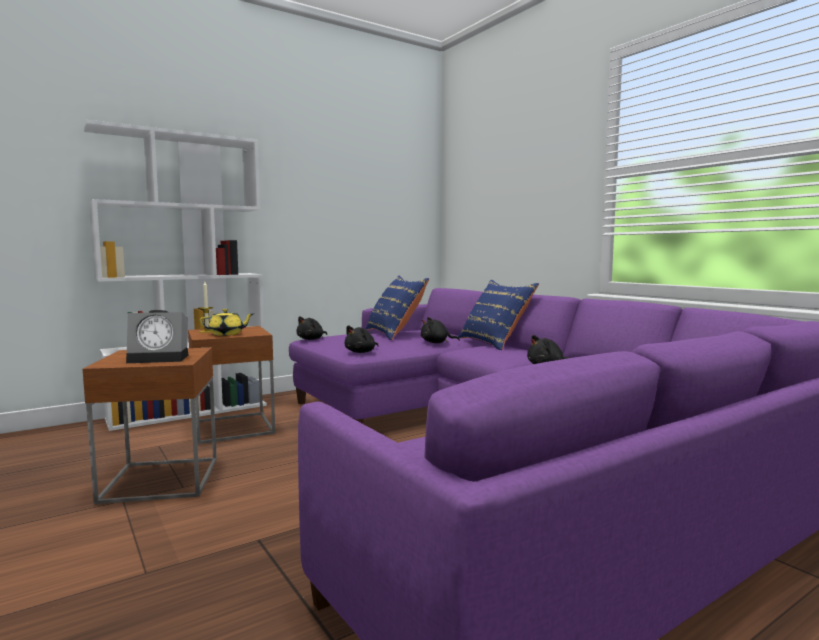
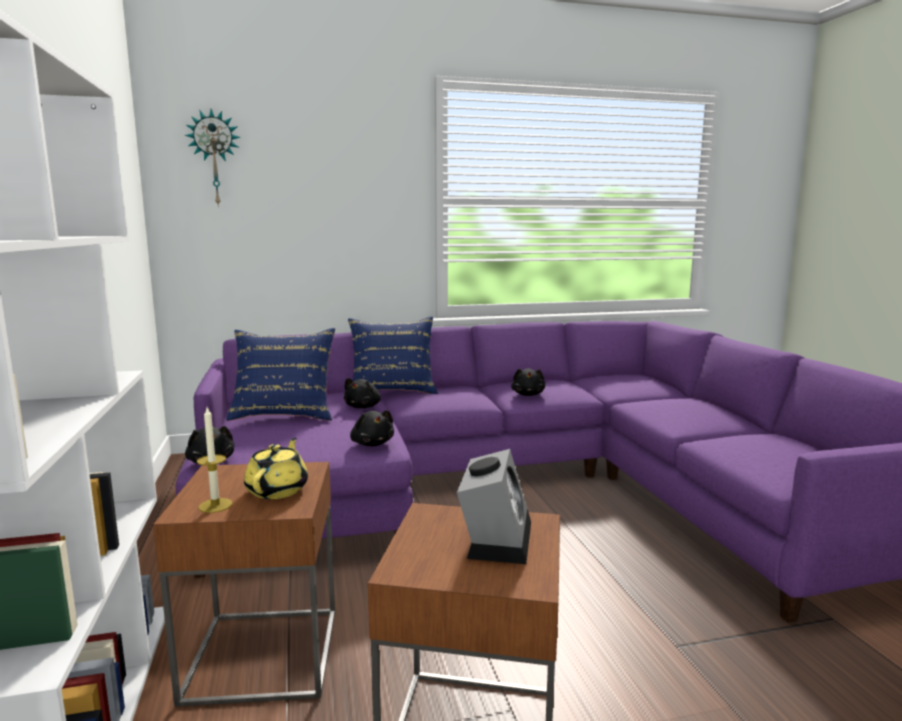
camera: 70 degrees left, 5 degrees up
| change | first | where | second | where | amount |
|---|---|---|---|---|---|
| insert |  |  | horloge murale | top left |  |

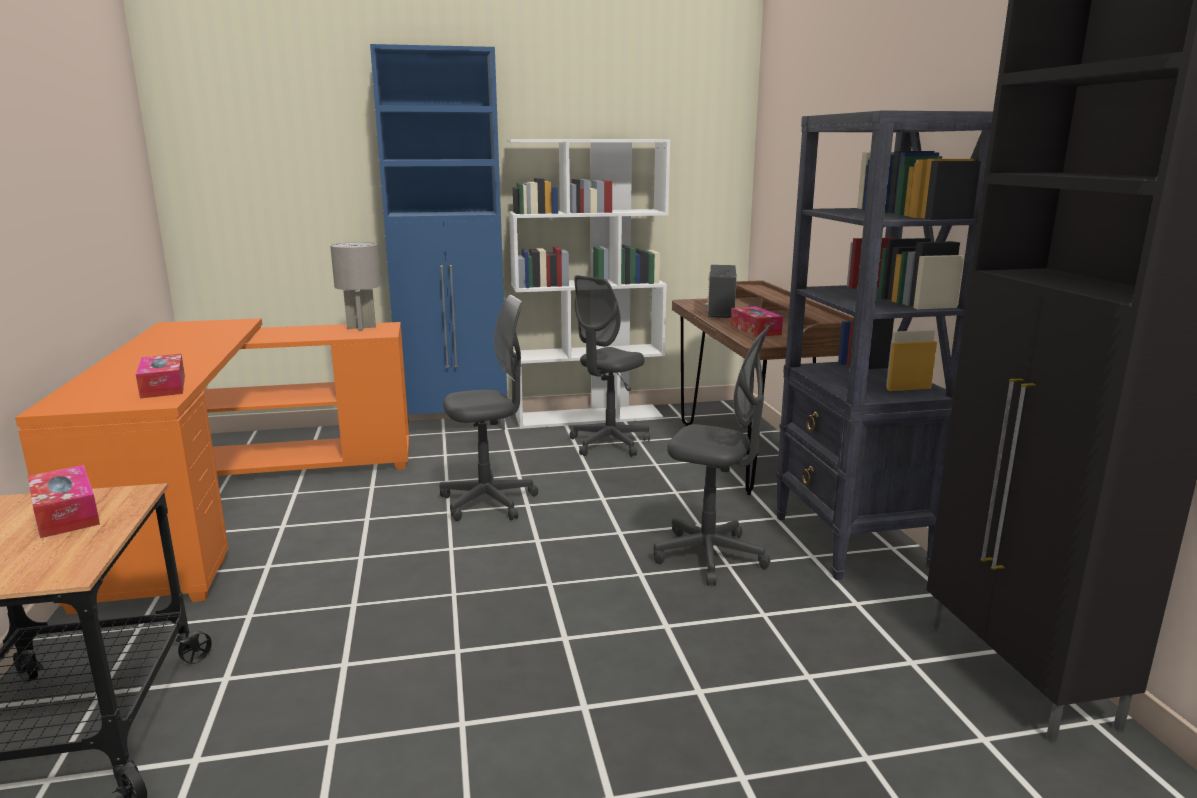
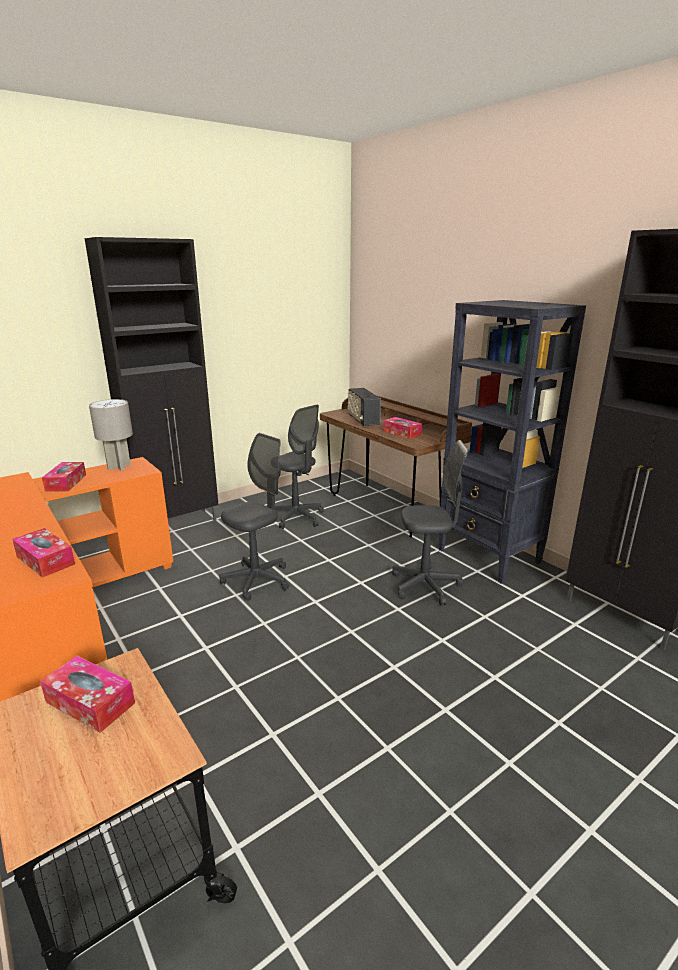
camera: 25 degrees left, 5 degrees up
| change | first | where | second | where | amount |
|---|---|---|---|---|---|
| insert |  |  | boîte à mouchoirs (2nd from left) | middle left |  |
| recolor | meuble de rangement (bleu) | top centre | meuble de rangement (noir) (1st from left) | middle left |  |
| rotate | chaise de bureau (gris) (2nd from left) | centre |  | centre | 60 degrees counterclockwise |
| delete | bibliothèque (blanc) | centre |  |  |  |

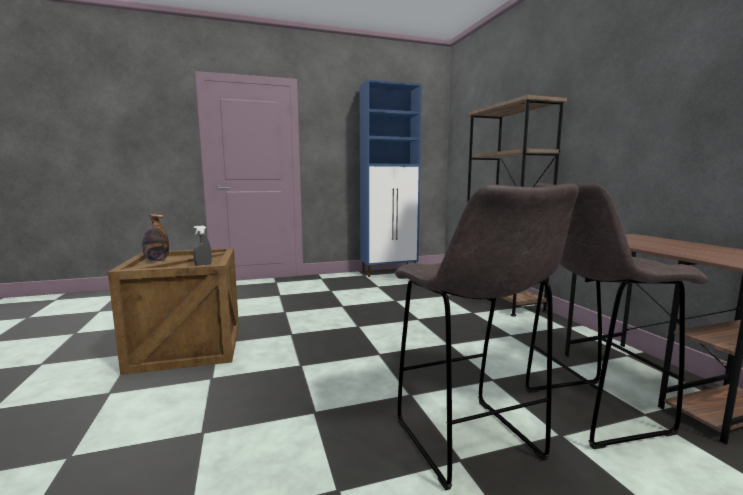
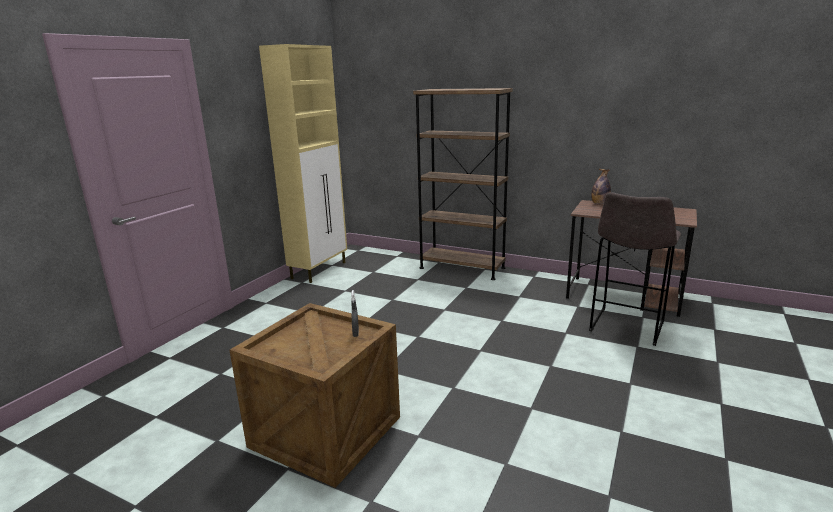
camera: 45 degrees left, 10 degrees up
| change | first | where | second | where | amount |
|---|---|---|---|---|---|
| recolor | meuble de rangement (bleu) | centre | meuble de rangement (beige) | top centre |  |
| move | bouteille | middle left |  | middle right |  |
| delete | tabouret (gris) (1st from left) | bottom centre |  |  |  |

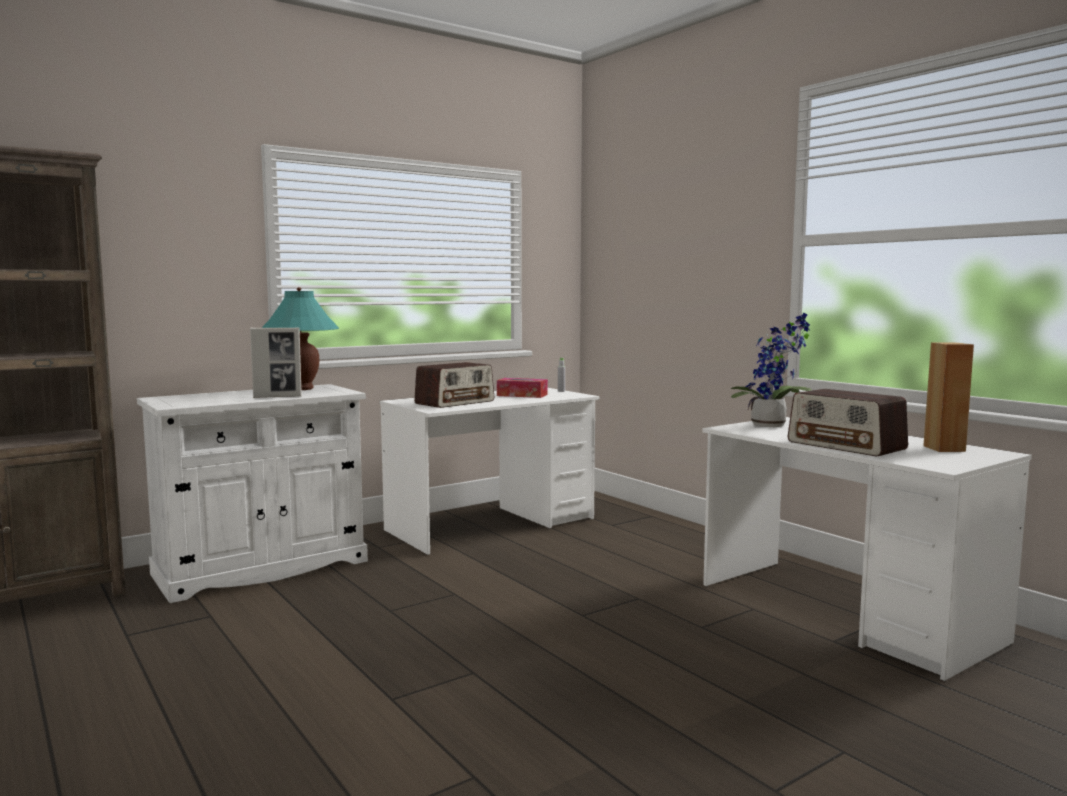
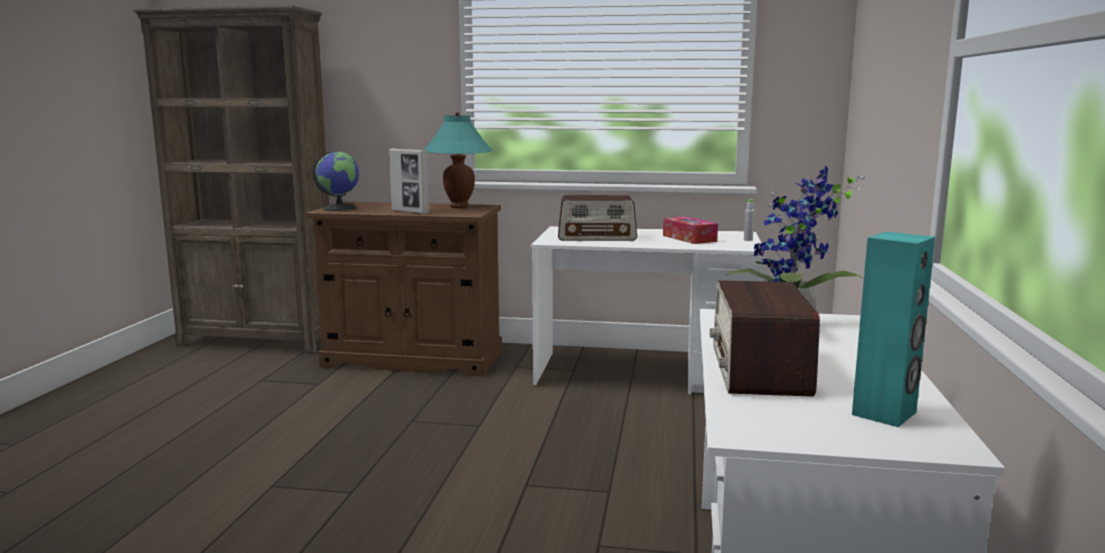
camera: 45 degrees right, 5 degrees up
| change | first | where | second | where | amount |
|---|---|---|---|---|---|
| recolor | meuble de rangement (blanc) | middle left | meuble de rangement (marron) | centre |  |
| insert |  |  | globe | top left |  |
| recolor | enceinte (marron) | middle right | enceinte (turquoise) | middle right |  |

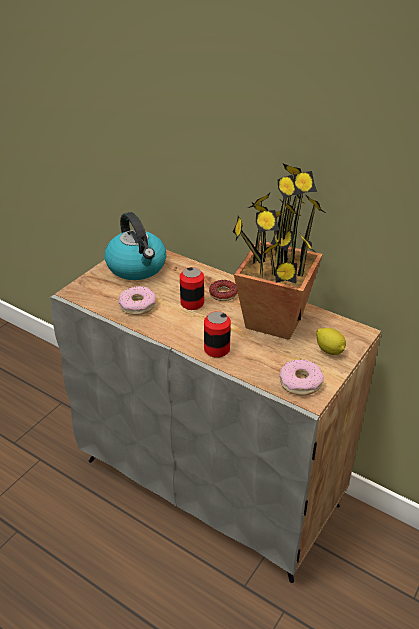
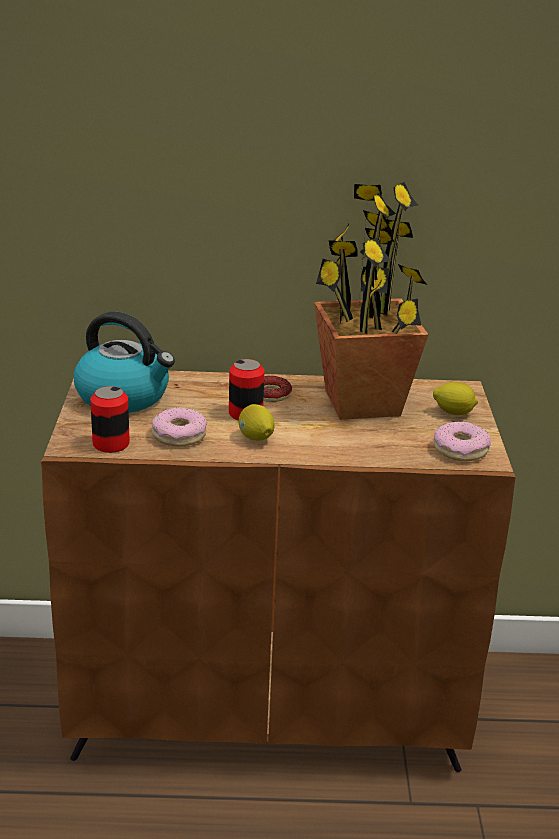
camera: 35 degrees left, 10 degrees down
| change | first | where | second | where | amount |
|---|---|---|---|---|---|
| recolor | meuble de rangement (gris) | centre | meuble de rangement (marron) | bottom centre |  |
| move | boîte métallique (2nd from left in the first image) | centre | boîte métallique (1st from left) | middle left |  |
| insert |  |  | citron (1st from left) | centre |  |

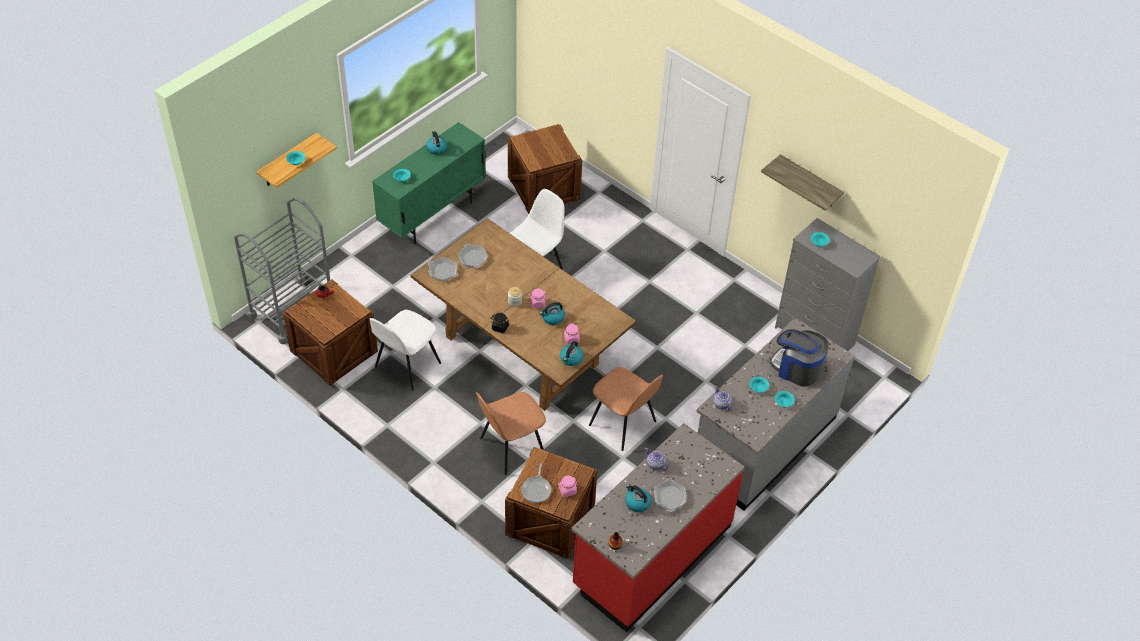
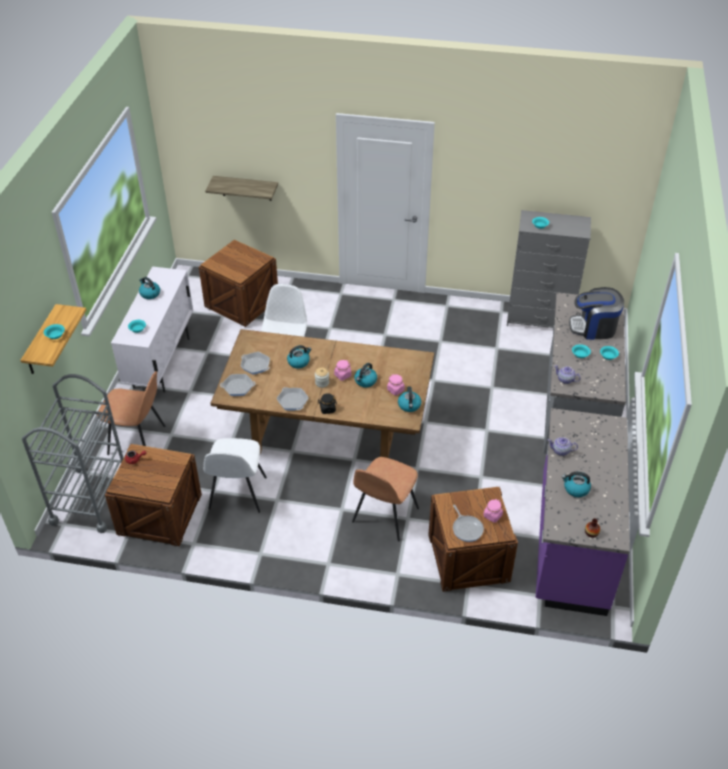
camera: 30 degrees left, 5 degrees down
| change | first | where | second | where | amount |
|---|---|---|---|---|---|
| move | chaise (marron) (2nd from left in the first image) | centre | chaise (marron) (1st from left) | middle left |  |
| recolor | meuble de rangement (vert) | top centre | meuble de rangement (blanc) | middle left |  |
| move | étagère (2nd from left) | top right |  | top left |  |
| move | poêle (4th from left in the first image) | bottom centre | poêle (3rd from left) | centre |  |
| insert |  |  | bouilloire (2nd from left) | centre |  |
| recolor | comptoir de cuisine (rouge) | bottom centre | comptoir de cuisine (violet) | middle right |  |

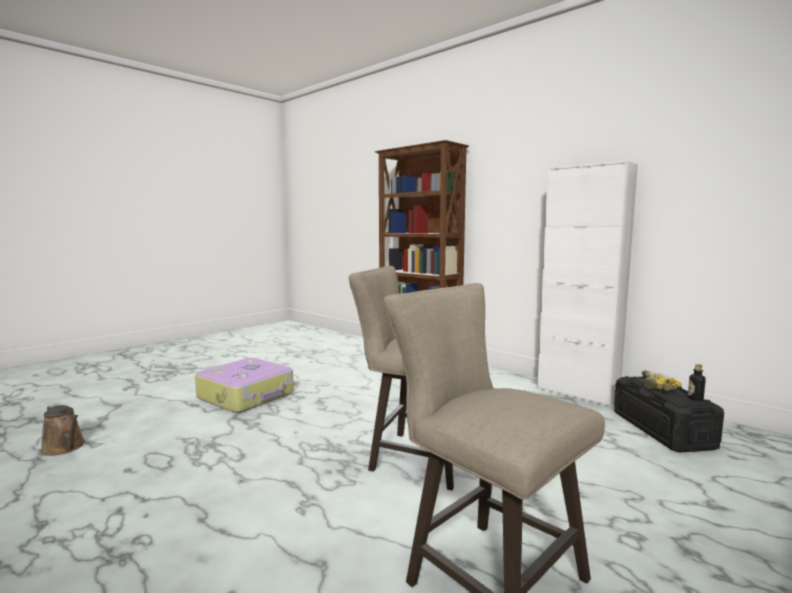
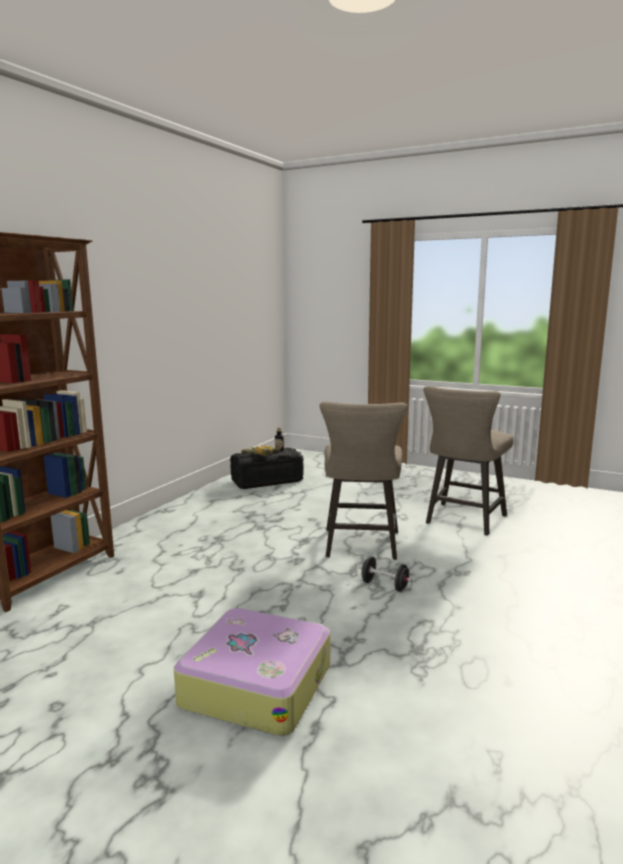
camera: 105 degrees left, 5 degrees up
| change | first | where | second | where | amount |
|---|---|---|---|---|---|
| insert |  |  | haltère (noir) | centre |  |
| delete | arrosoir (marron) | bottom left |  |  |  |
| delete | meuble de rangement (blanc) | middle right |  |  |  |

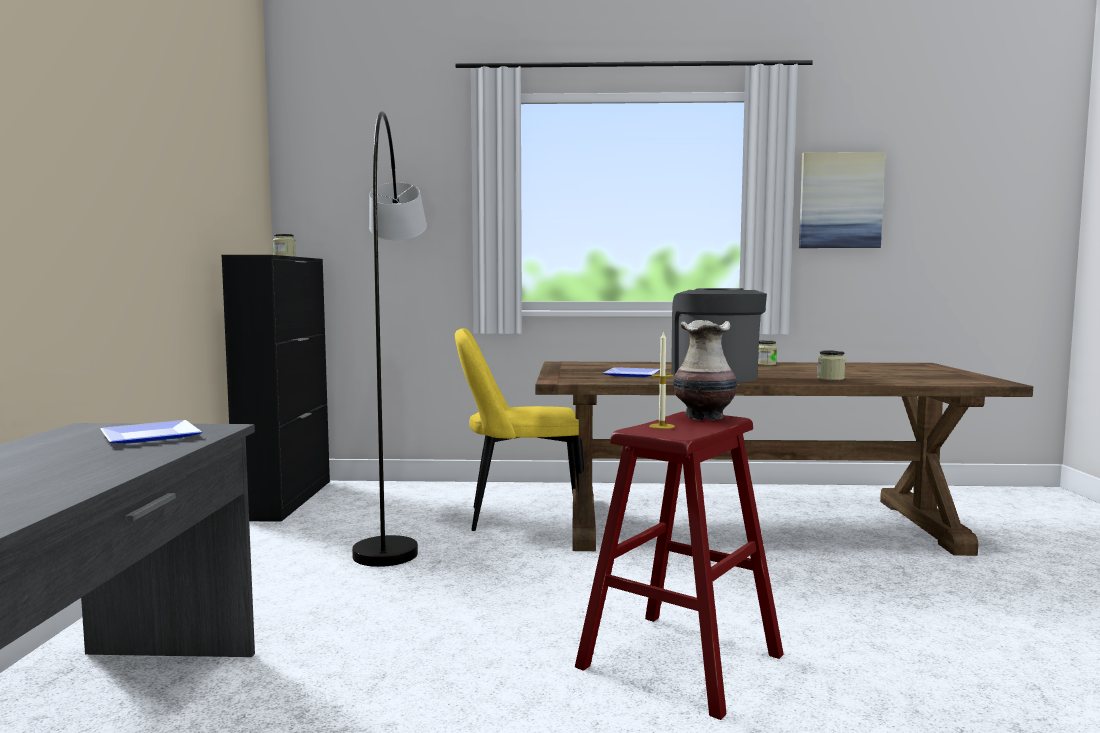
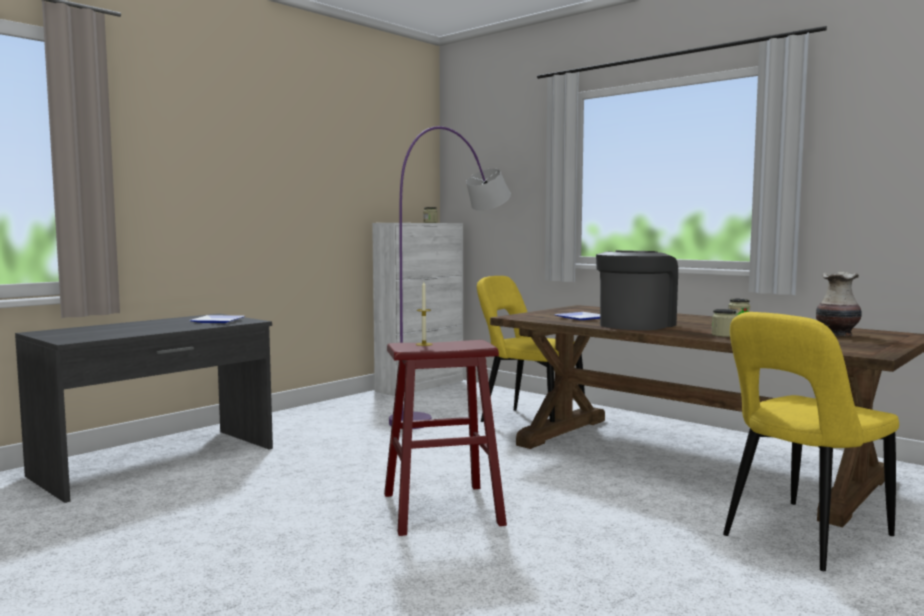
camera: 40 degrees right, 0 degrees up
| change | first | where | second | where | amount |
|---|---|---|---|---|---|
| recolor | meuble de rangement (noir) | middle left | meuble de rangement (blanc) | centre |  |
| recolor | lampadaire (gris) | centre | lampadaire (violet) | centre |  |
| insert |  |  | chaise (jaune) (2nd from left) | bottom right |  |
| move | vase | centre |  | middle right |  |
| delete | tableau | top right |  |  |  |

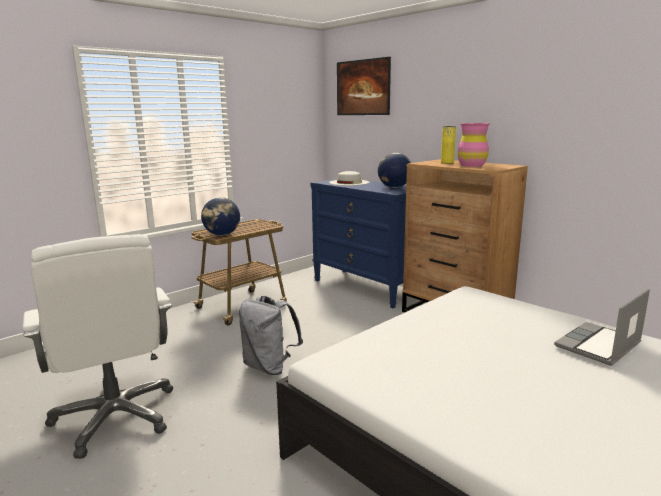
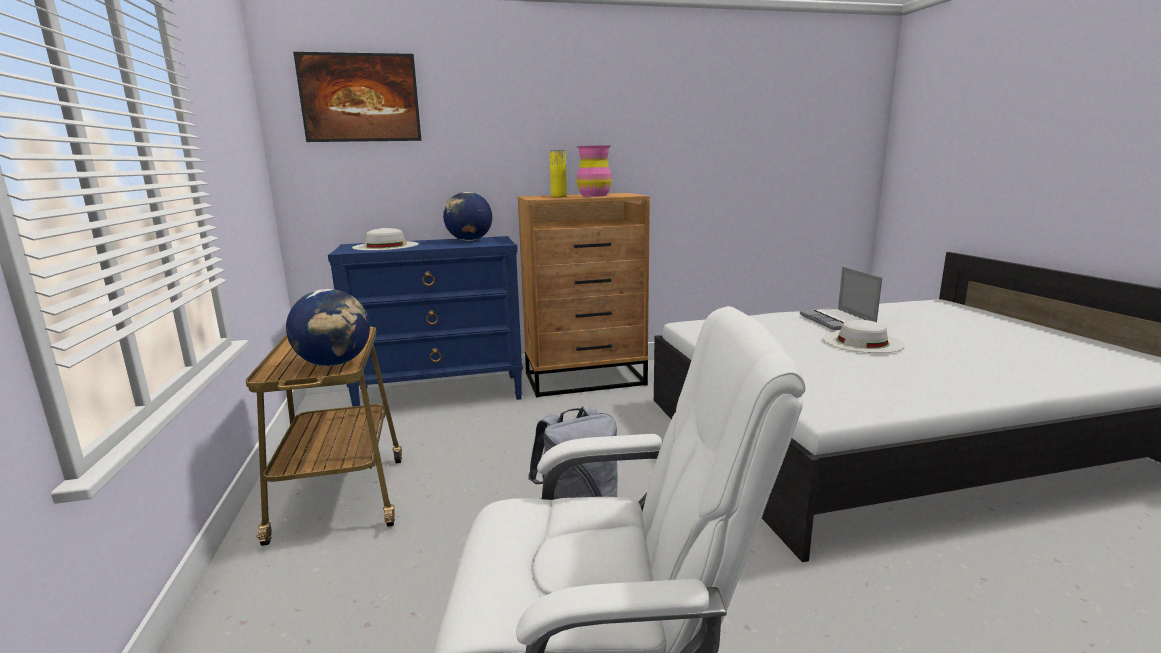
camera: 60 degrees left, 0 degrees up
| change | first | where | second | where | amount |
|---|---|---|---|---|---|
| insert |  |  | chapeau (blanc) (2nd from left) | middle right |  |

